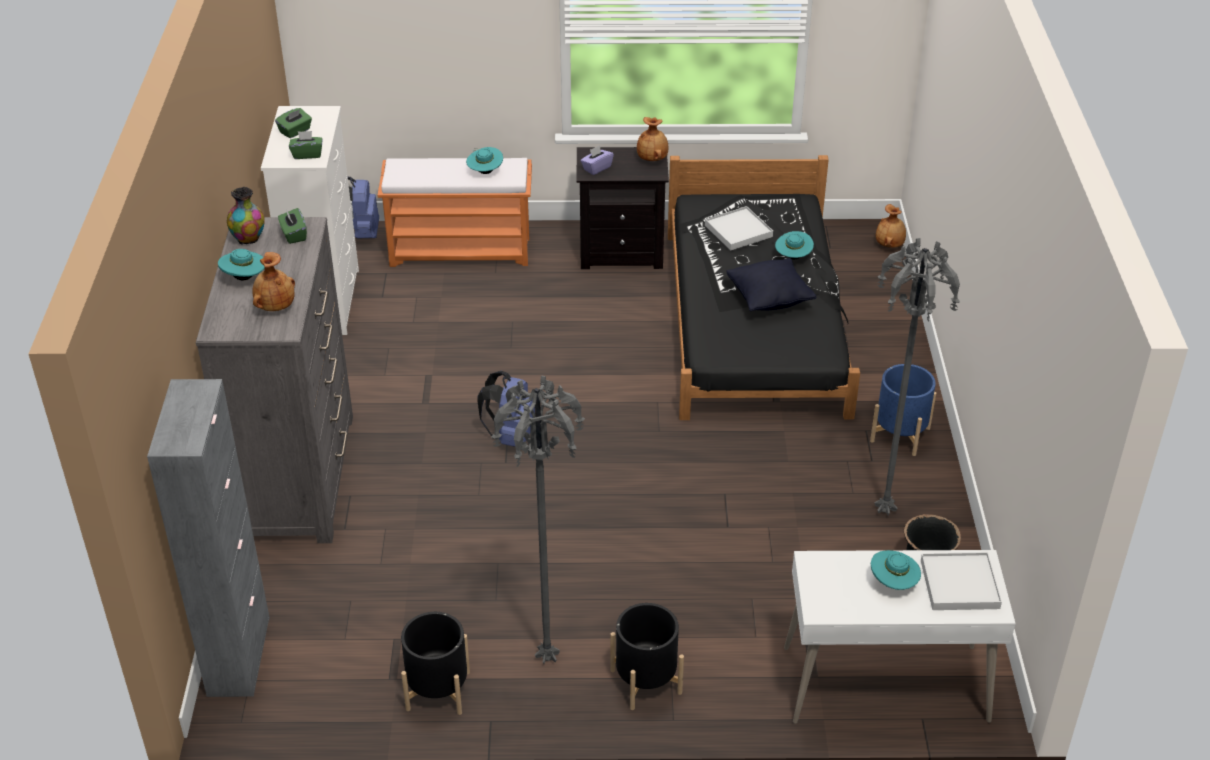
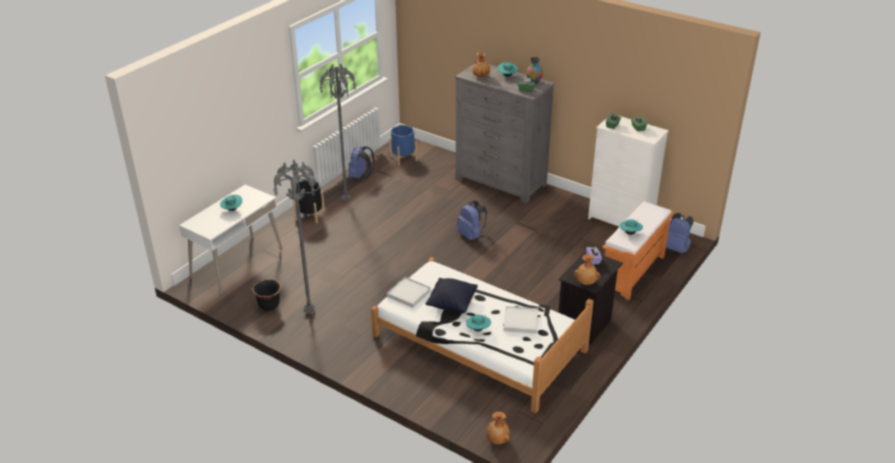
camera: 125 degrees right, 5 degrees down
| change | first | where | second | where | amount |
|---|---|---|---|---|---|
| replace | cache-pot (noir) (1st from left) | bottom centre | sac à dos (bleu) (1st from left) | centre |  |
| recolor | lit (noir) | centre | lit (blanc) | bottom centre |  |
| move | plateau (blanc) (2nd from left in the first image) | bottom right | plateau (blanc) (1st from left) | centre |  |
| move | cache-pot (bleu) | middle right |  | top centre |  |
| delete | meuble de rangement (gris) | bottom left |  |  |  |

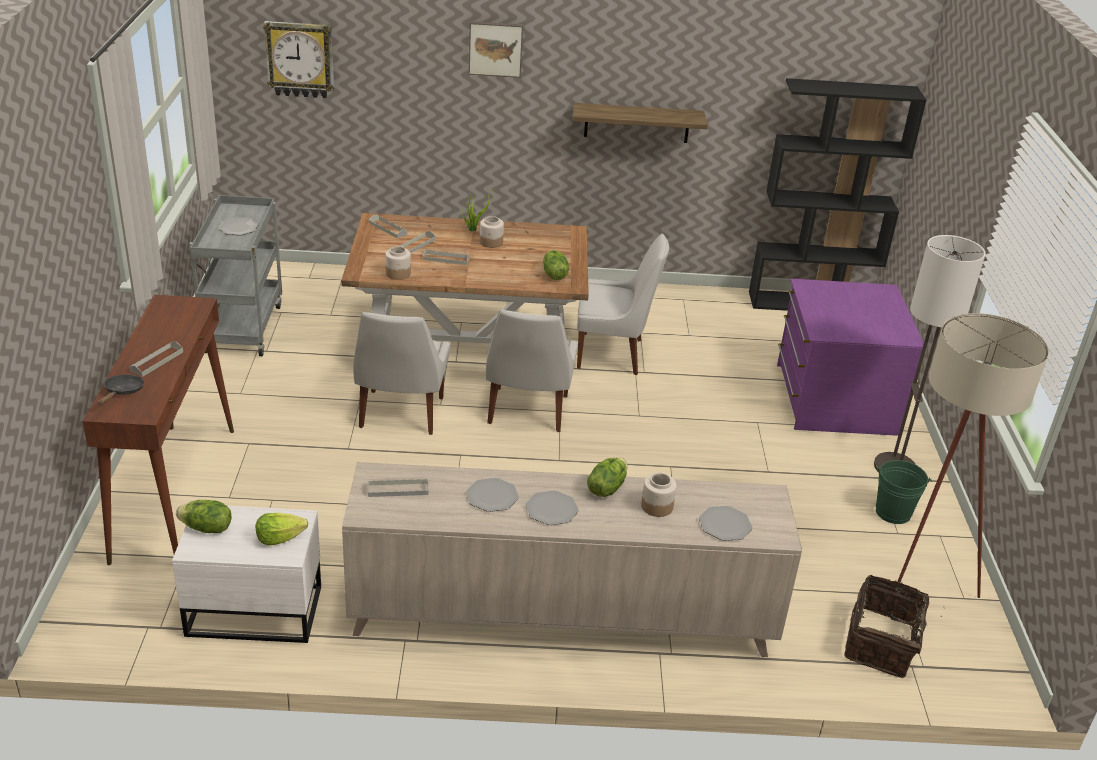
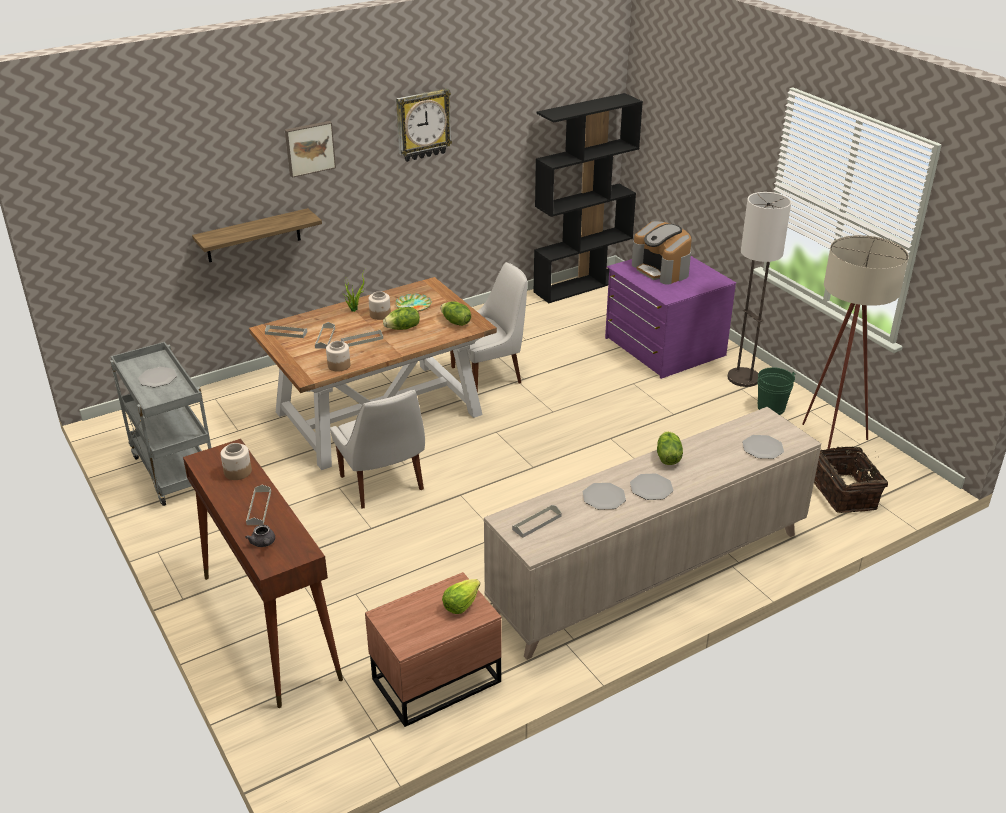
camera: 30 degrees left, 0 degrees up
| change | first | where | second | where | amount |
|---|---|---|---|---|---|
| move | étagère | top centre |  | top left |  |
| move | bocal (3rd from left in the first image) | centre | bocal (1st from left) | middle left |  |
| replace | poêle (noir) | middle left | théière (gris) | middle left |  |
| recolor | table de chevet (blanc) | bottom left | table de chevet (marron) | bottom centre |  |
| move | laitue (1st from left) | bottom left |  | centre |  |
| insert |  |  | assiette (2nd from left) | centre |  |
| move | horloge murale | top left |  | top centre |  |
| insert |  |  | machine à café | top centre |  |
| delete | chaise (blanc) (2nd from left) | centre |  |  |  |

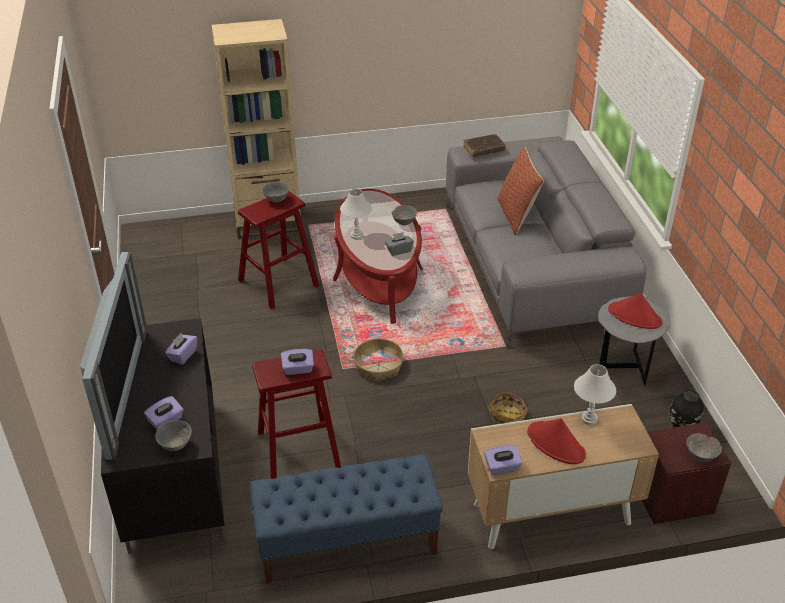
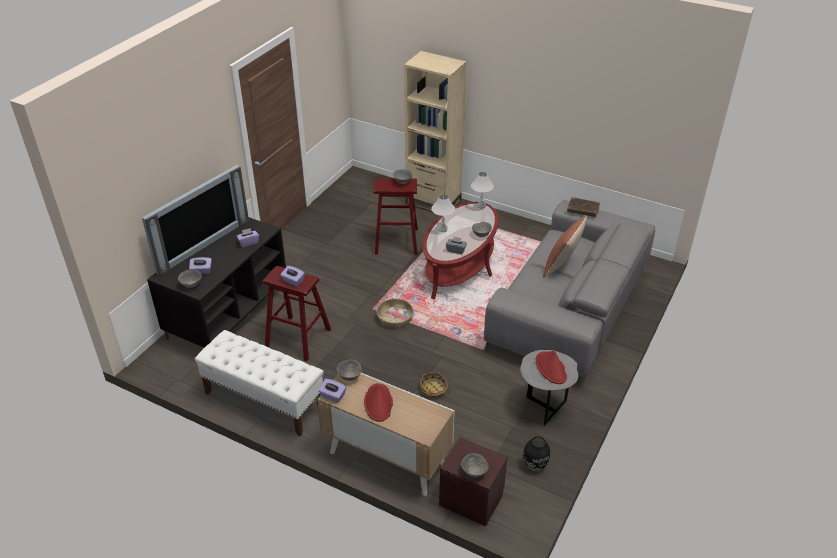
camera: 40 degrees right, 0 degrees up
| change | first | where | second | where | amount |
|---|---|---|---|---|---|
| recolor | banc (bleu) | bottom centre | banc (blanc) | bottom left |  |
| insert |  |  | bol (gris) (2nd from left) | centre |  |
| move | lampe de table (blanc) (2nd from left) | middle right |  | centre |  |

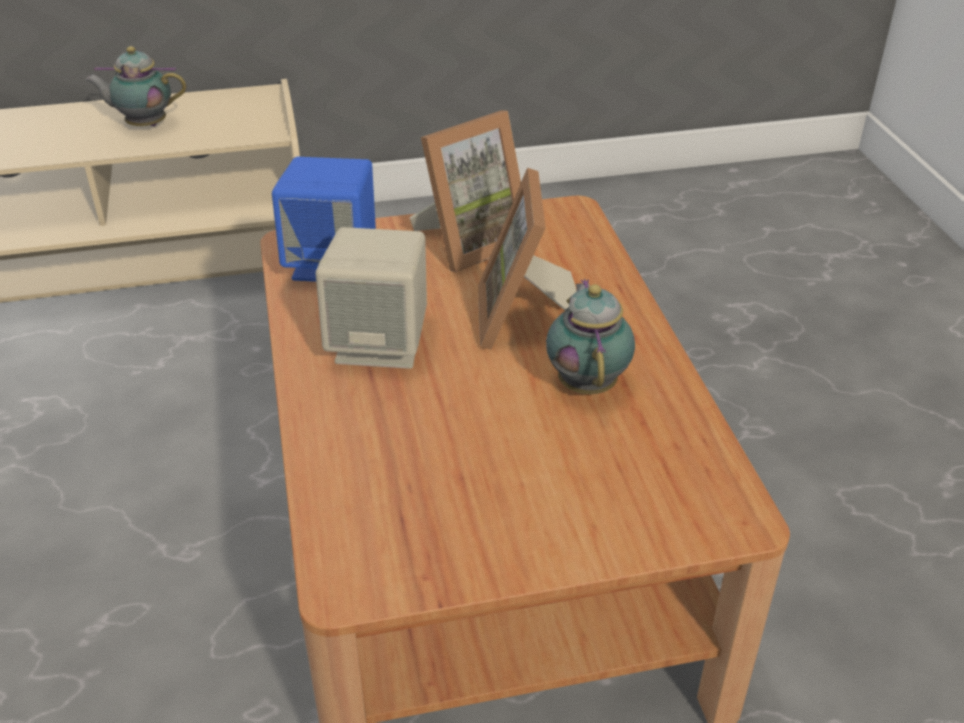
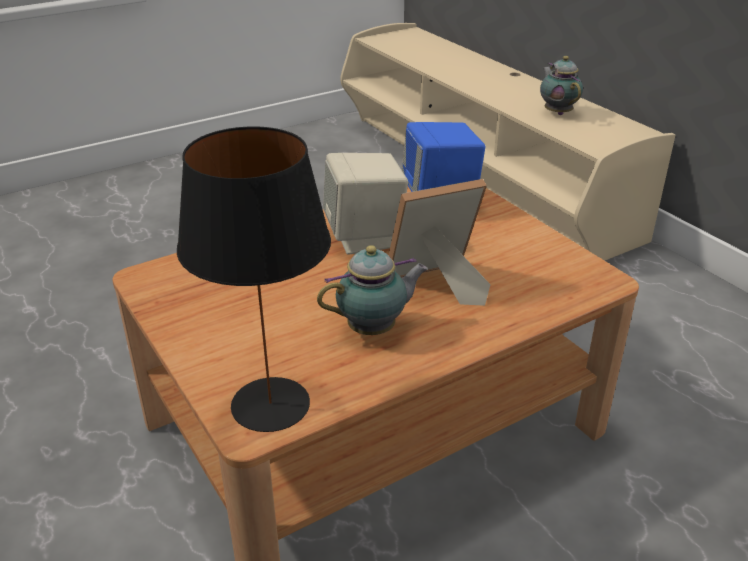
camera: 70 degrees right, 5 degrees down
| change | first | where | second | where | amount |
|---|---|---|---|---|---|
| insert |  |  | lampe de table (noir) | centre |  |
| delete | cadre photo (1st from left) | top centre |  |  |  |

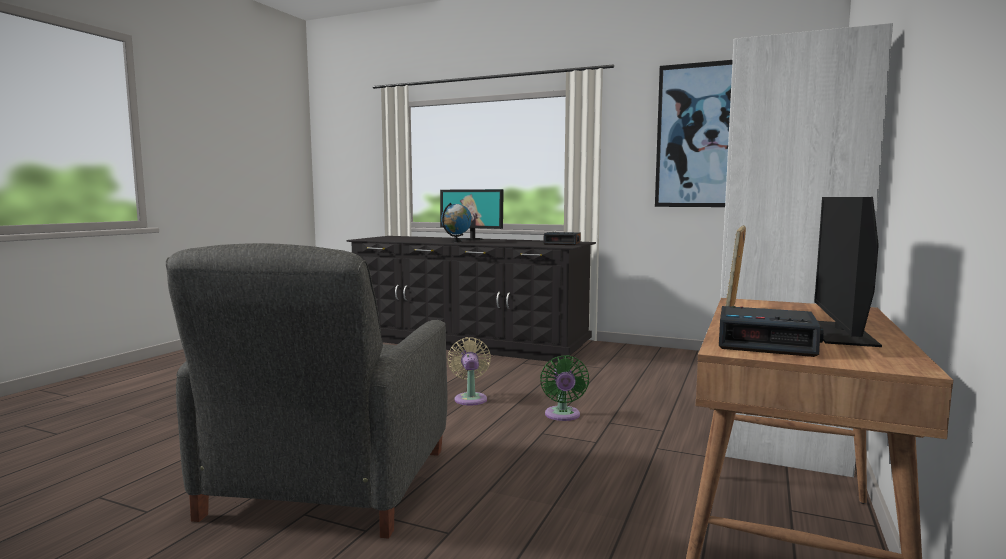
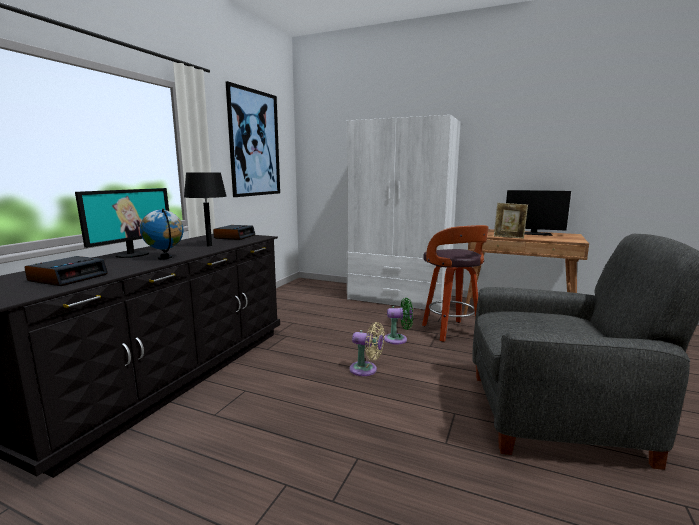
camera: 90 degrees left, 5 degrees up
| change | first | where | second | where | amount |
|---|---|---|---|---|---|
| move | réveil (2nd from left in the first image) | middle right | réveil (1st from left) | middle left |  |
| insert |  |  | lampe de table (noir) | middle left |  |
| rotate | ventilateur (beige) | centre |  | centre | 150 degrees counterclockwise |
| insert |  |  | tabouret | centre |  |

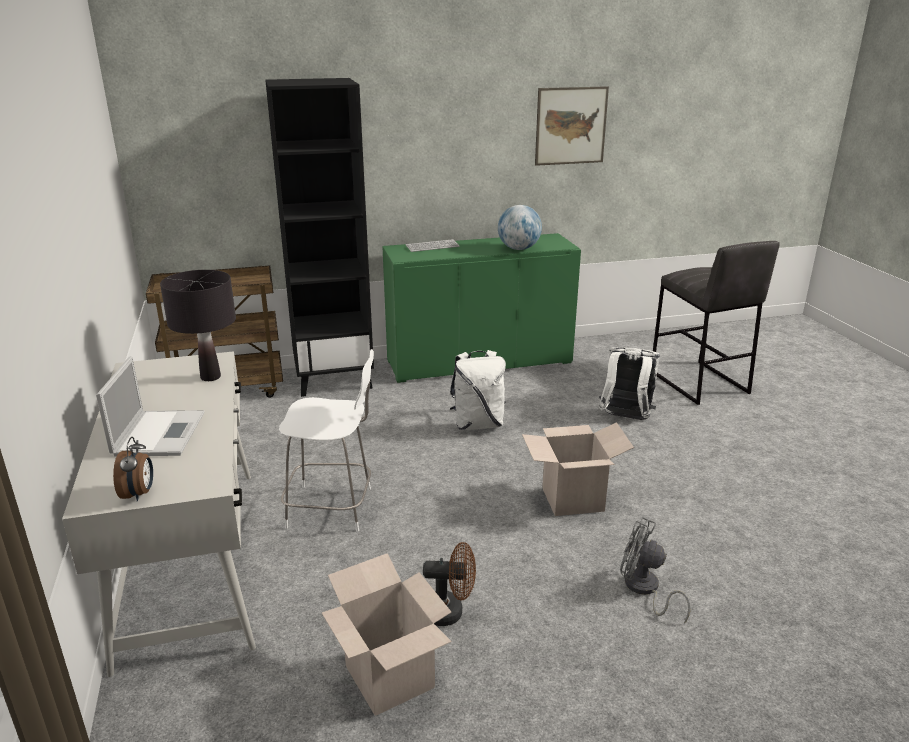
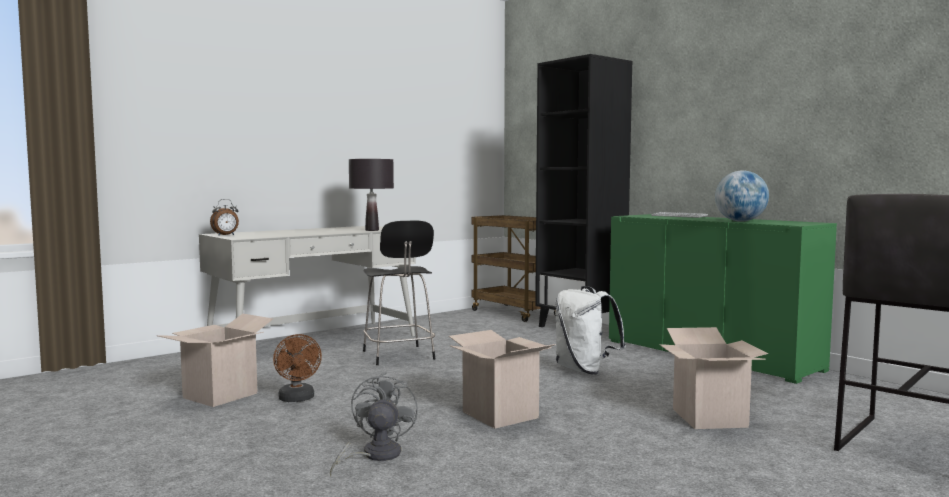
camera: 65 degrees right, 20 degrees down
| change | first | where | second | where | amount |
|---|---|---|---|---|---|
| recolor | chaise (blanc) | centre | chaise (noir) | centre |  |
| replace | sac à dos (blanc) (2nd from left) | middle right | carton (3rd from left) | bottom right |  |
| delete | ordinateur portable | middle left |  |  |  |
| delete | tableau | top centre |  |  |  |

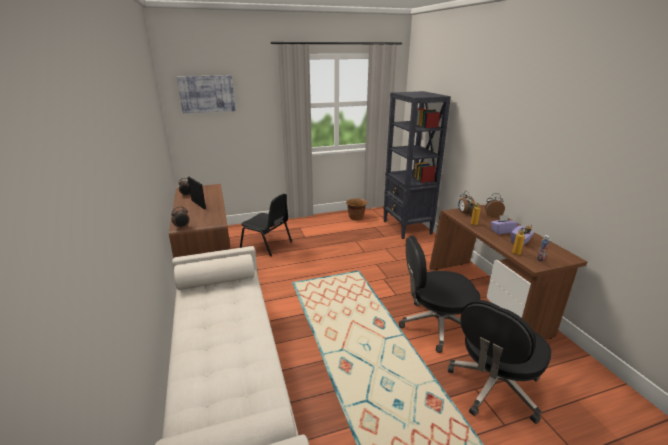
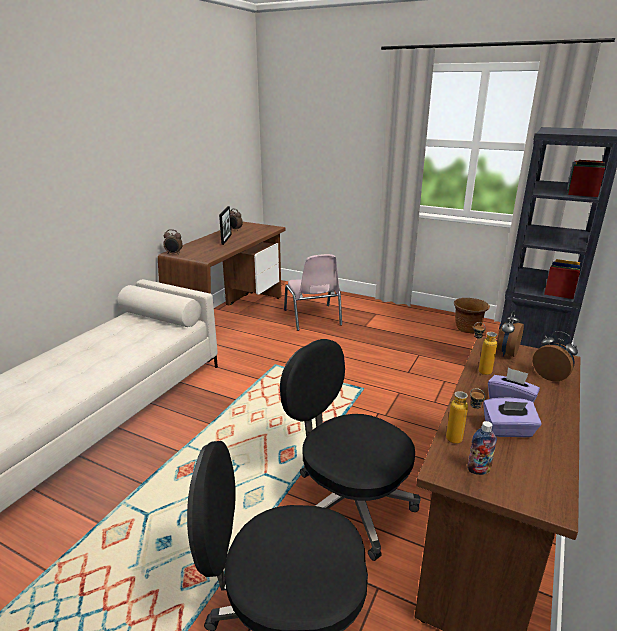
camera: 45 degrees right, 0 degrees up
| change | first | where | second | where | amount |
|---|---|---|---|---|---|
| recolor | chaise (noir) | centre | chaise (rose) | centre |  |
| delete | tableau | top left |  |  |  |

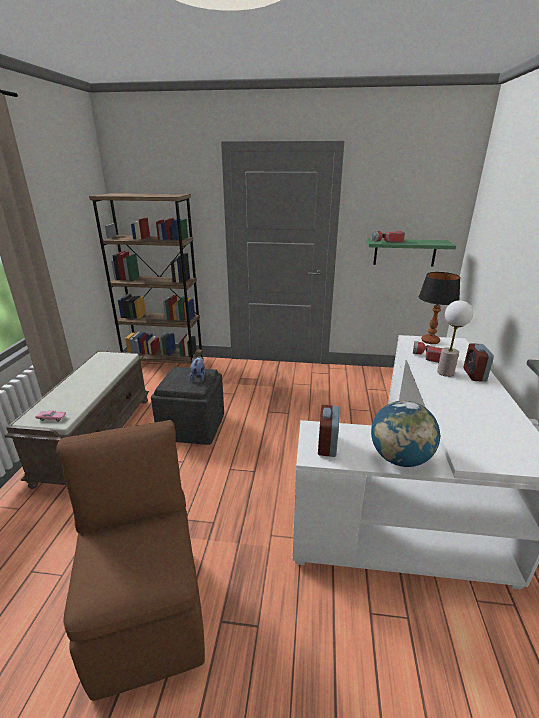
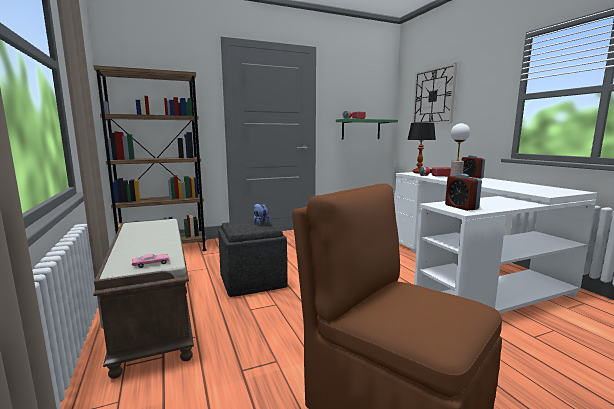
camera: 30 degrees left, 15 degrees down
| change | first | where | second | where | amount |
|---|---|---|---|---|---|
| insert |  |  | horloge murale | top right |  |
| delete | globe | middle right |  |  |  |

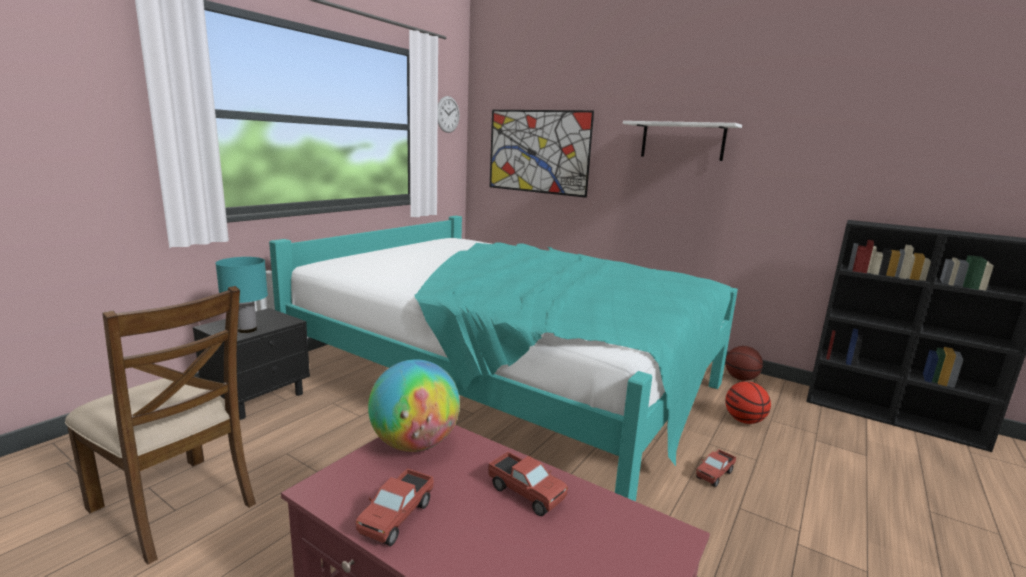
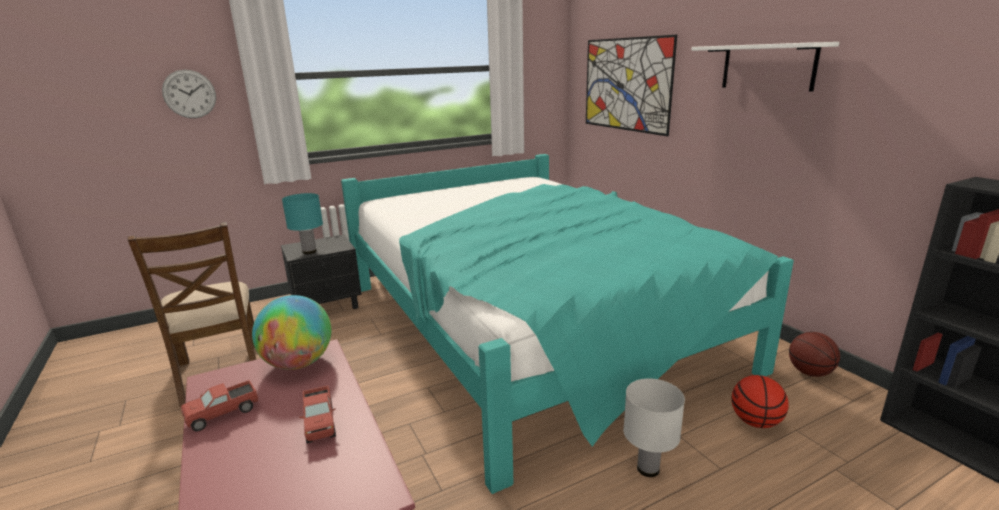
camera: 30 degrees right, 5 degrees up
| change | first | where | second | where | amount |
|---|---|---|---|---|---|
| move | horloge murale | top centre |  | top left |  |
| replace | camion jouet (3rd from left) | bottom right | lampe de table (blanc) | bottom centre |  |

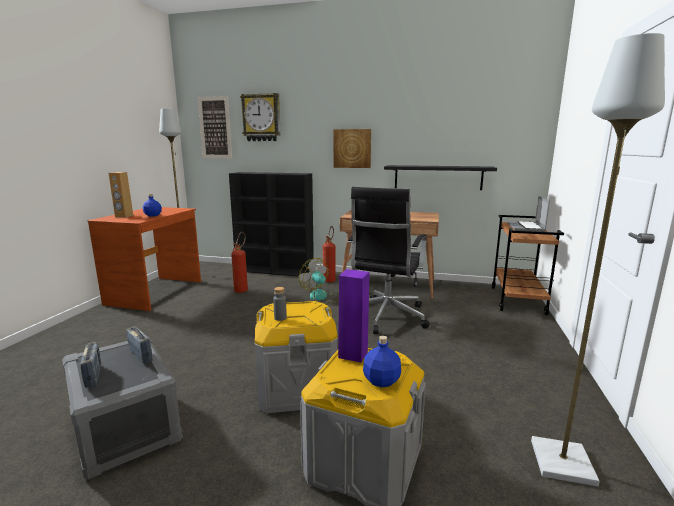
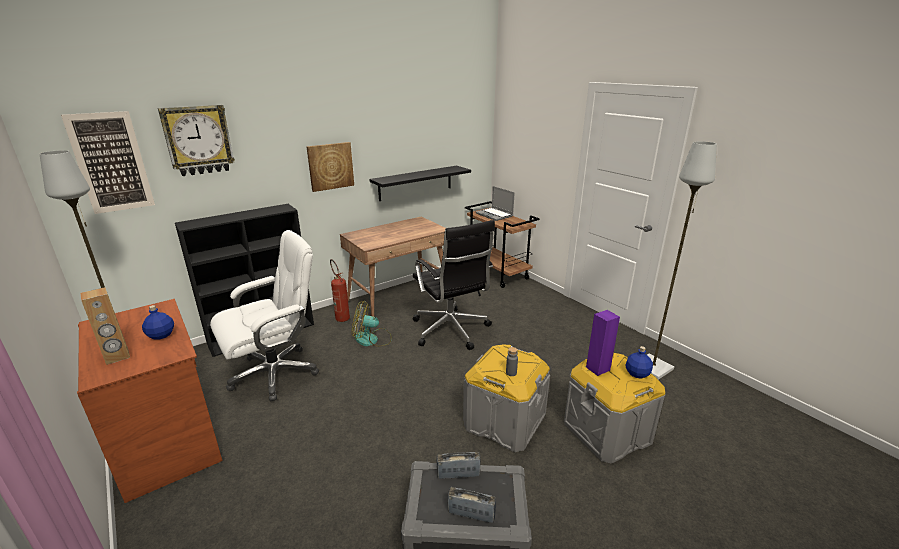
camera: 50 degrees left, 10 degrees up
| change | first | where | second | where | amount |
|---|---|---|---|---|---|
| replace | extincteur (1st from left) | centre | chaise de bureau (blanc) | middle left |  |

